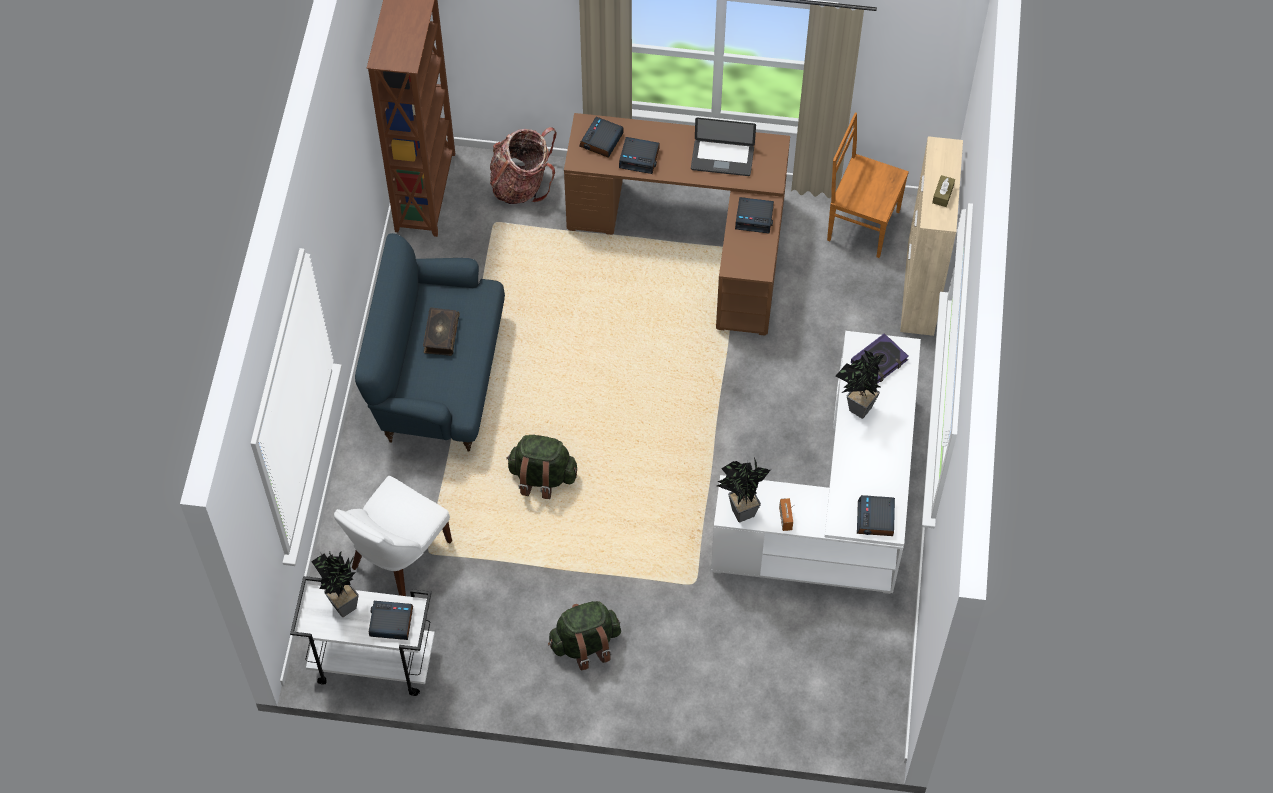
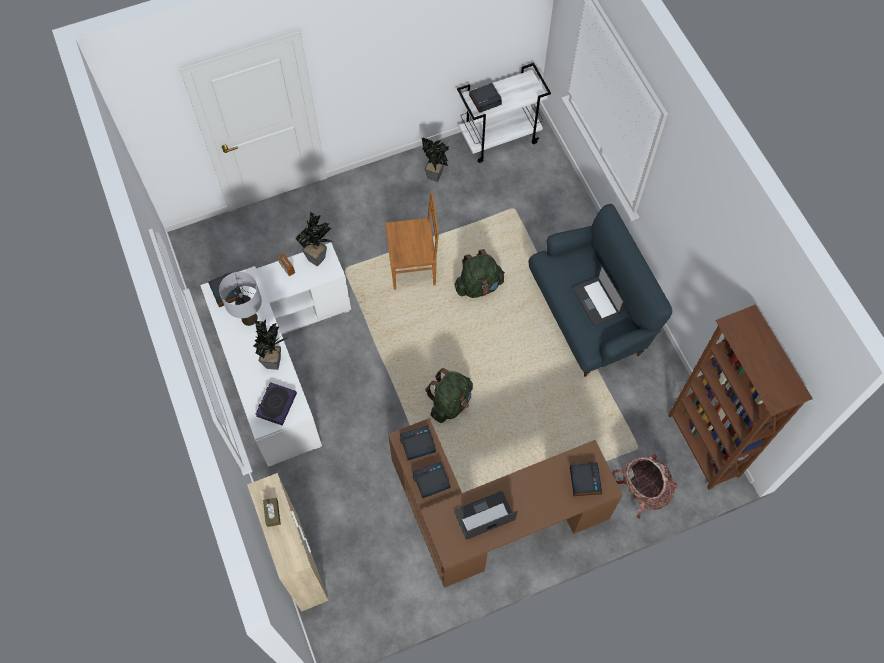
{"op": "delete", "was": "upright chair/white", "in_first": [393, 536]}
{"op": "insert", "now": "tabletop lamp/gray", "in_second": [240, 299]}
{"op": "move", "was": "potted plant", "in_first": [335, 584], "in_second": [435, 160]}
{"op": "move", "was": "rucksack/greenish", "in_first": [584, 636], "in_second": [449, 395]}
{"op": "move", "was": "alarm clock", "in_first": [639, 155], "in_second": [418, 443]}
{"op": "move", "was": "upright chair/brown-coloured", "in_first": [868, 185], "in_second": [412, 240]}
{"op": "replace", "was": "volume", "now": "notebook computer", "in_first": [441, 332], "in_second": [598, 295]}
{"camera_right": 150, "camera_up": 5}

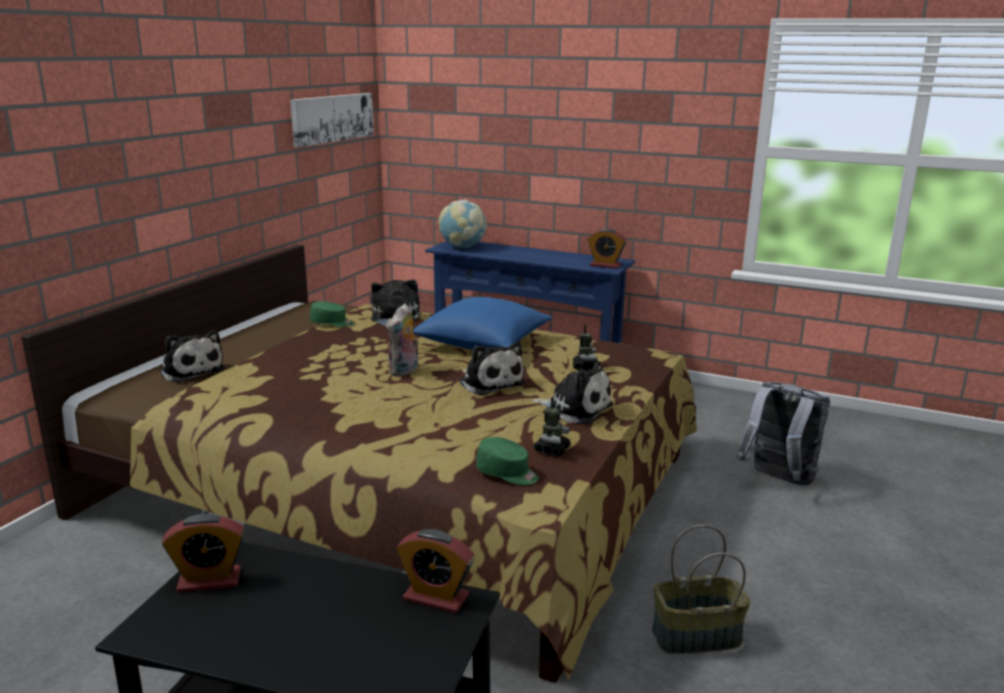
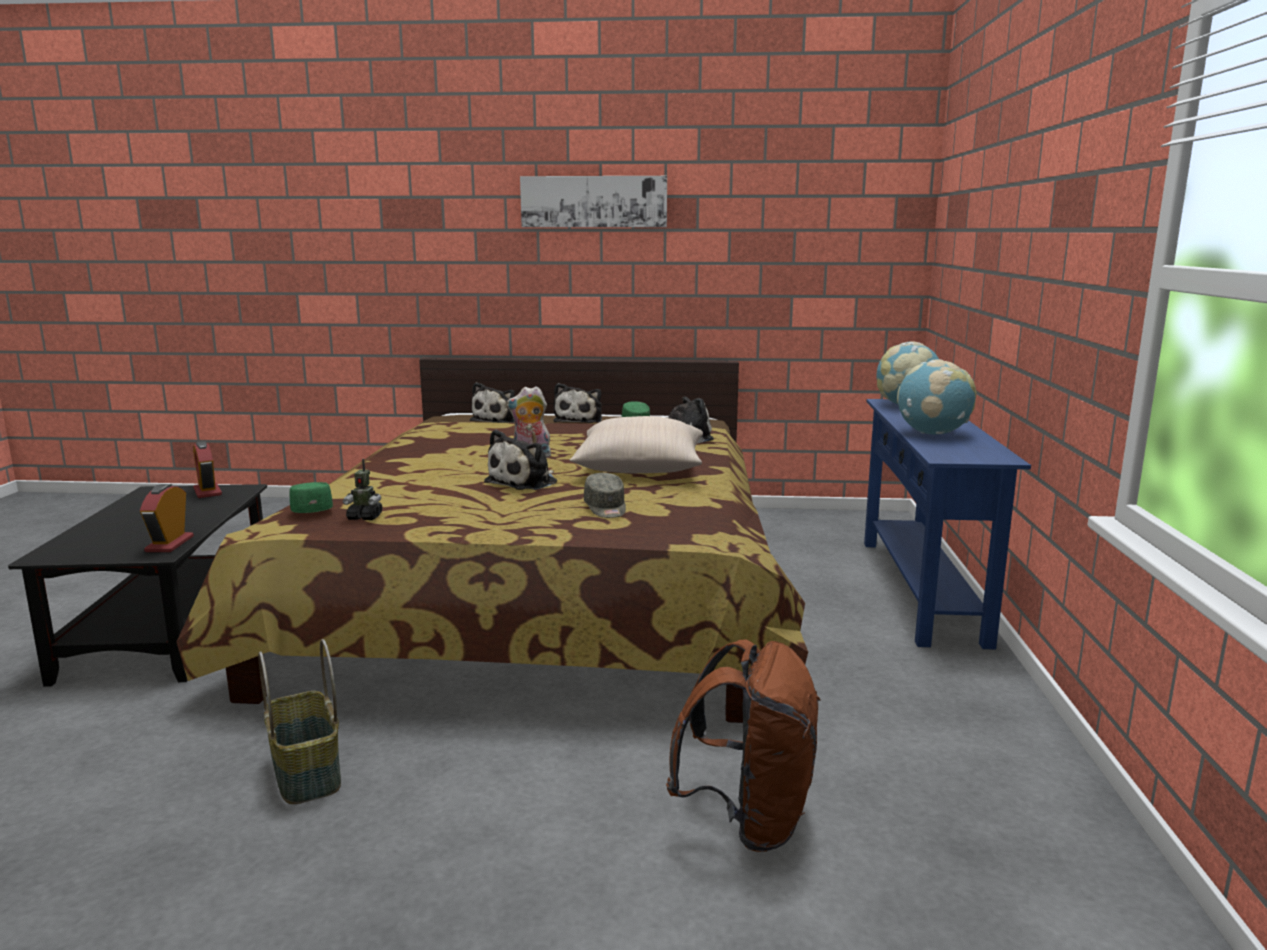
{"op": "delete", "was": "alarm clock", "in_first": [607, 248]}
{"op": "insert", "now": "world globe", "in_second": [937, 397]}
{"op": "move", "was": "wall art", "in_first": [332, 120], "in_second": [593, 201]}
{"op": "move", "was": "plush toy", "in_first": [572, 392], "in_second": [577, 403]}
{"op": "replace", "was": "toy robot", "now": "cap/gray", "in_first": [585, 348], "in_second": [605, 495]}
{"op": "recolor", "was": "cushion/blue", "now": "cushion/beige", "in_first": [482, 323], "in_second": [636, 444]}
{"op": "recolor", "was": "rucksack/gray", "now": "rucksack/brown-coloured", "in_first": [783, 434], "in_second": [743, 746]}
{"op": "rotate", "was": "cap/greenish", "in_first": [507, 461], "in_second": [311, 497], "clockwise": 150}
{"camera_right": 70, "camera_up": -5}

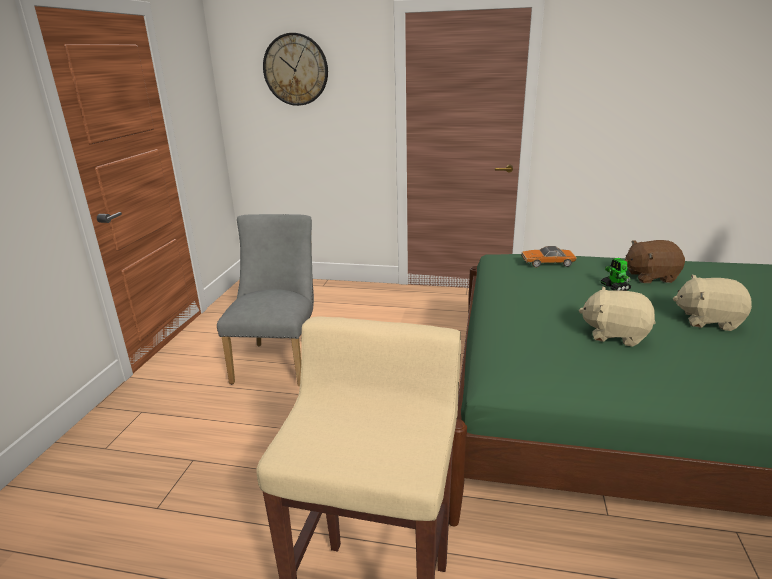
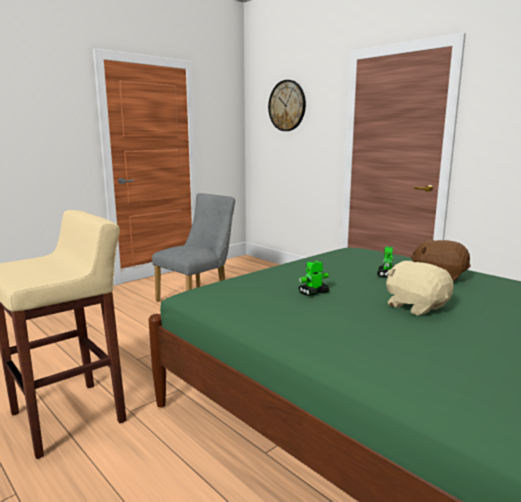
{"op": "delete", "was": "toy car", "in_first": [549, 256]}
{"op": "replace", "was": "plush toy/beige", "now": "toy robot", "in_first": [617, 316], "in_second": [314, 278]}
{"camera_right": 35, "camera_up": -10}

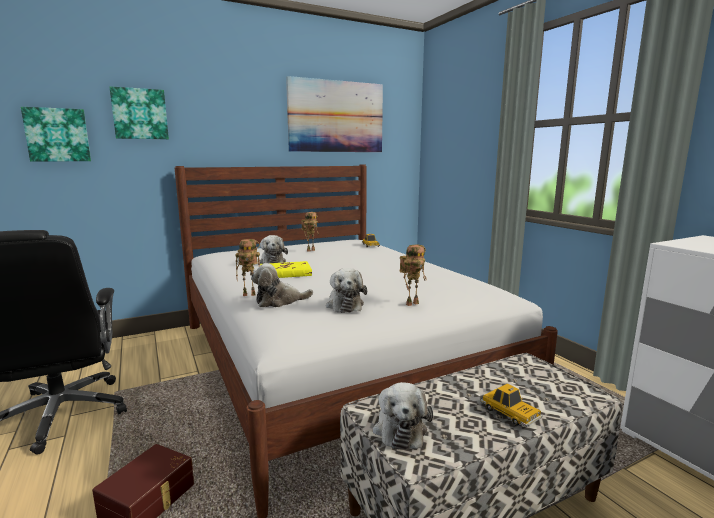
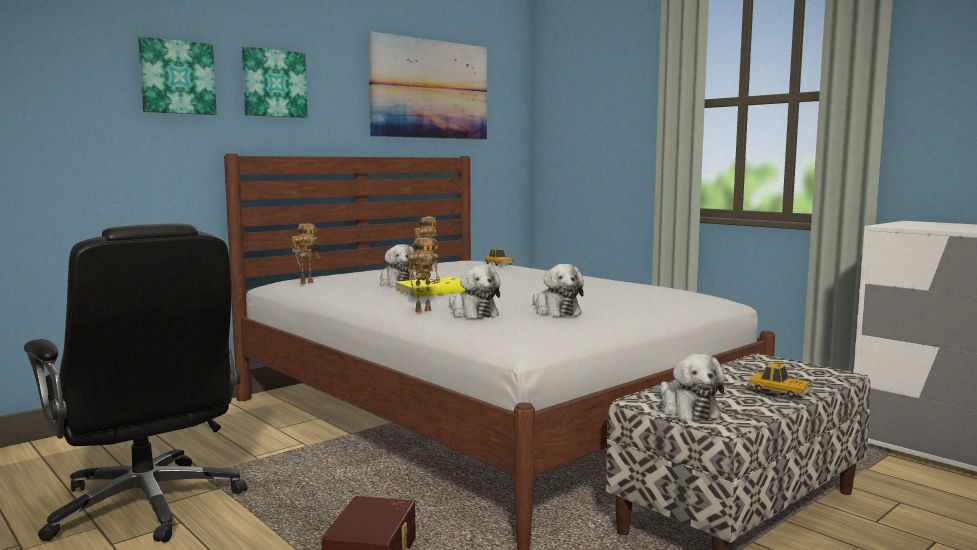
{"op": "move", "was": "wall art", "in_first": [56, 134], "in_second": [275, 82]}
{"op": "move", "was": "toy robot", "in_first": [413, 275], "in_second": [305, 254]}
{"op": "rotate", "was": "plush toy", "in_first": [282, 285], "in_second": [474, 292], "clockwise": -90}
{"camera_right": -15, "camera_up": -5}

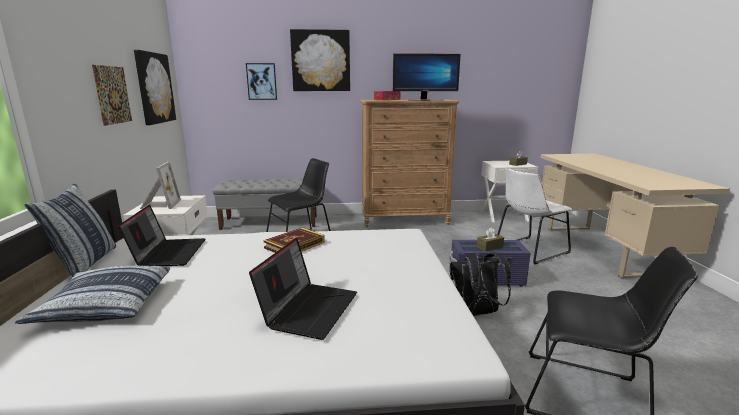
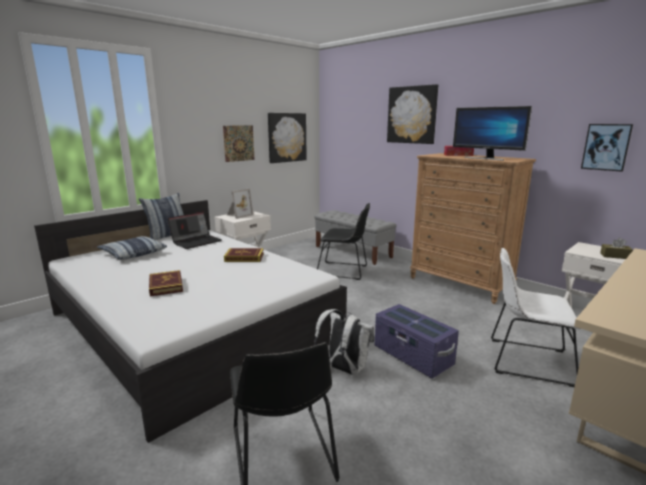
{"op": "delete", "was": "tissue box/brown-coloured", "in_first": [490, 239]}
{"op": "move", "was": "wall art", "in_first": [261, 81], "in_second": [607, 148]}
{"op": "replace", "was": "notebook computer", "now": "volume", "in_first": [303, 289], "in_second": [166, 283]}
{"op": "recolor", "was": "rucksack/black", "now": "rucksack/white", "in_first": [480, 284], "in_second": [344, 342]}
{"camera_right": 50, "camera_up": 0}

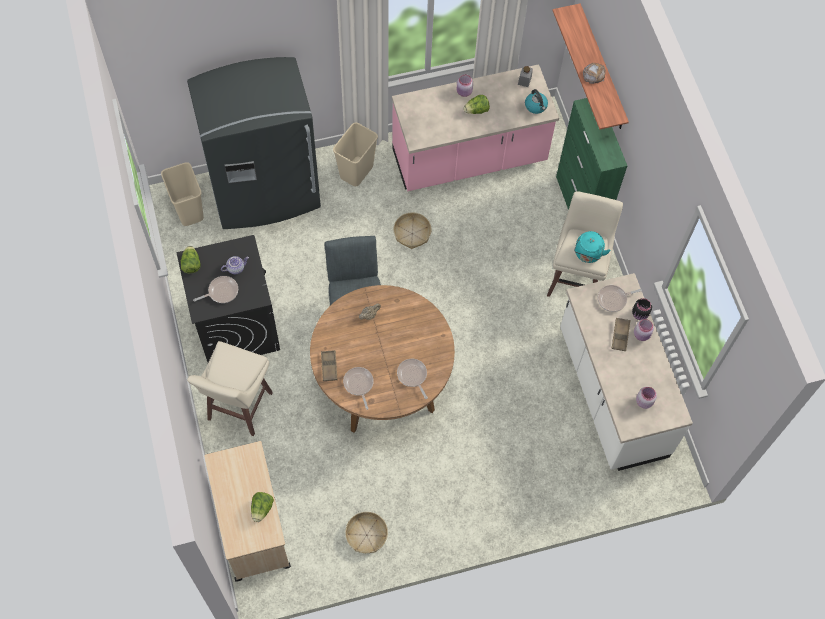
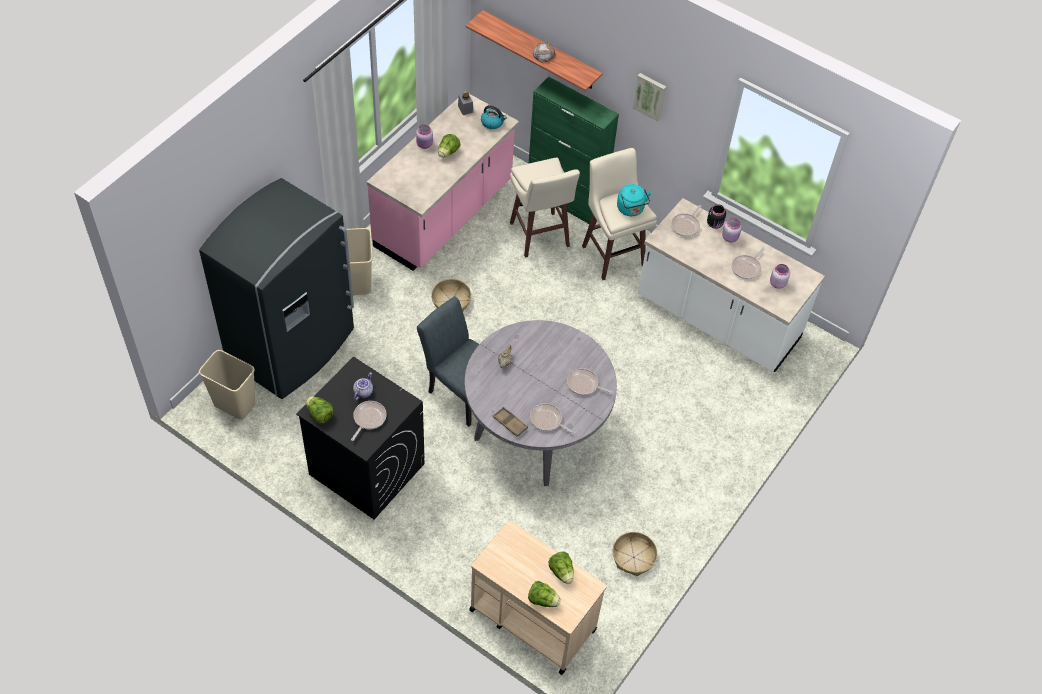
{"op": "delete", "was": "serving tray/brown-coloured", "in_first": [621, 334]}
{"op": "insert", "now": "lettuce", "in_second": [544, 594]}
{"op": "insert", "now": "wall art", "in_second": [649, 97]}
{"op": "insert", "now": "pan", "in_second": [748, 263]}
{"op": "move", "was": "stool seat/beige", "in_first": [230, 388], "in_second": [545, 207]}
{"op": "recolor", "was": "kitchen table/brown-coloured", "now": "kitchen table/gray", "in_first": [382, 359], "in_second": [541, 403]}
{"camera_right": -40, "camera_up": -10}

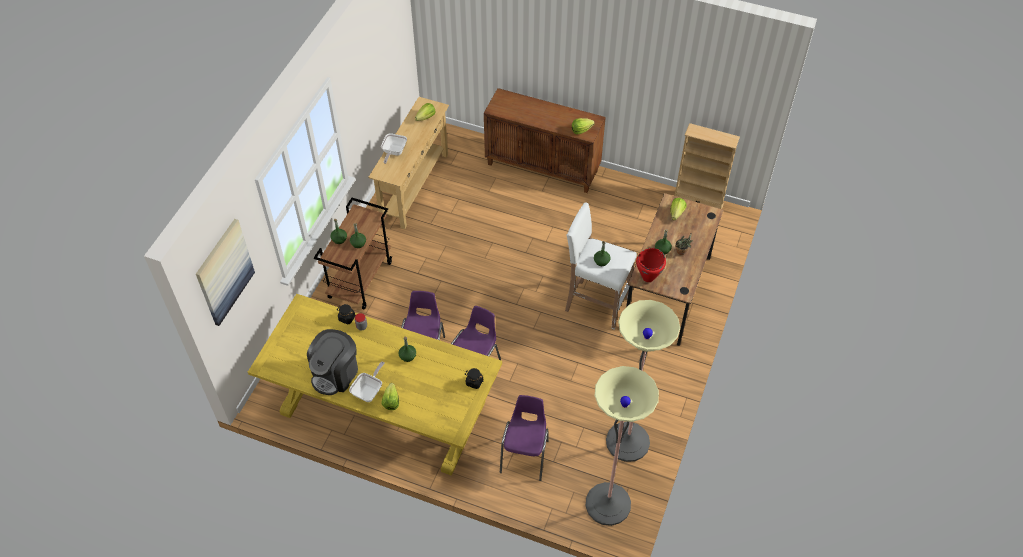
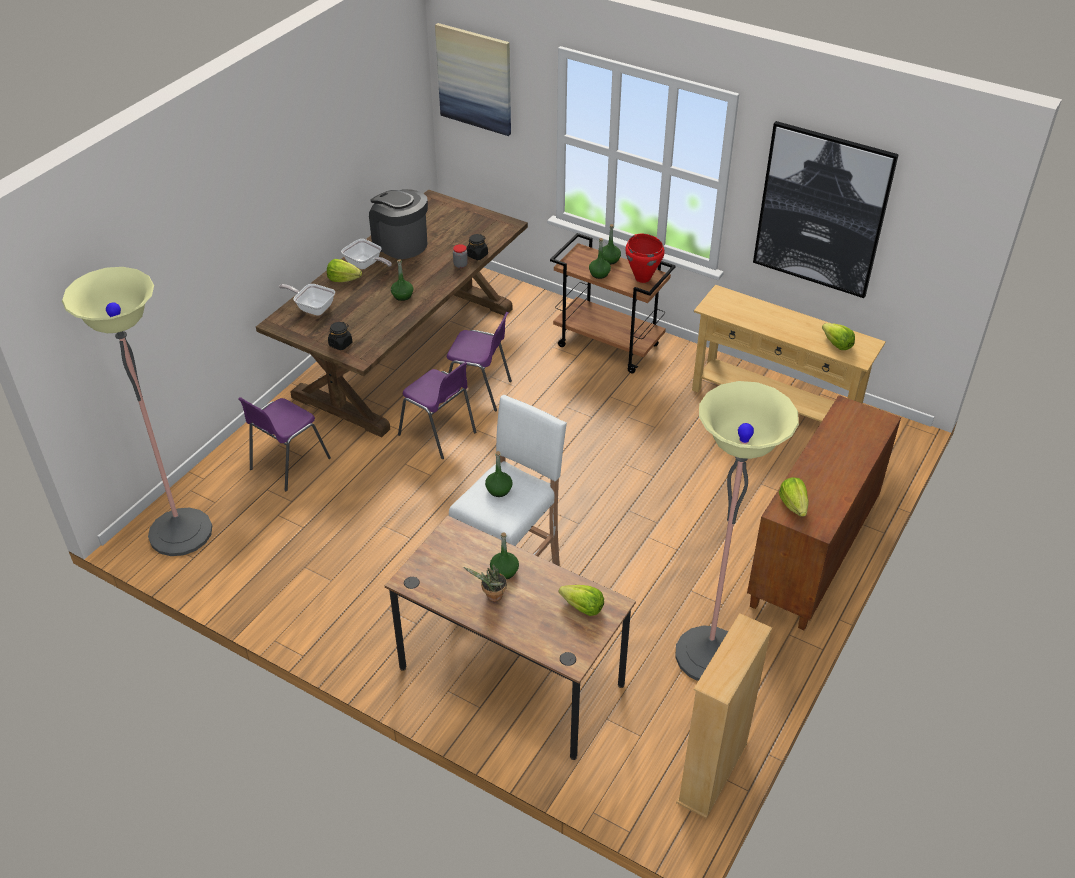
{"op": "insert", "now": "wall art", "in_second": [826, 209]}
{"op": "move", "was": "pan", "in_first": [394, 148], "in_second": [307, 300]}
{"op": "move", "was": "floor lamp", "in_first": [643, 381], "in_second": [737, 531]}
{"op": "move", "was": "saucepot/reddish", "in_first": [651, 265], "in_second": [645, 258]}
{"op": "recolor", "was": "kitchen table/yellowish", "now": "kitchen table/brown-coloured", "in_first": [375, 385], "in_second": [392, 313]}
{"op": "rotate", "was": "upright chair/purplish", "in_first": [524, 438], "in_second": [284, 444], "clockwise": 105}
{"camera_right": 100, "camera_up": -10}

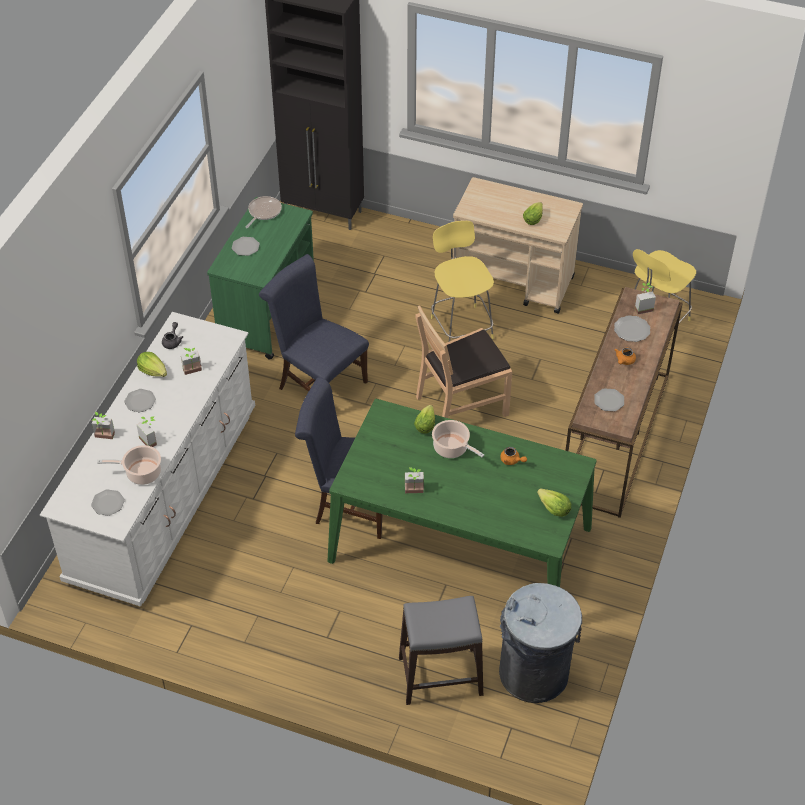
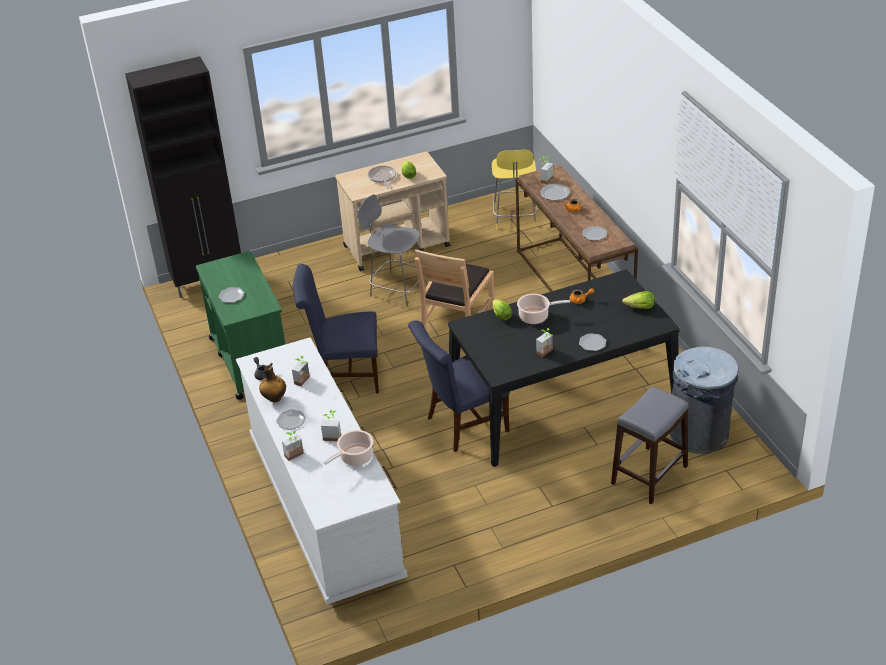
{"op": "move", "was": "dinner plate", "in_first": [108, 502], "in_second": [592, 342]}
{"op": "move", "was": "pan", "in_first": [264, 212], "in_second": [382, 177]}
{"op": "replace", "was": "lettuce", "now": "bottle", "in_first": [152, 364], "in_second": [272, 384]}
{"op": "recolor", "was": "kitchen table/greenish", "now": "kitchen table/black", "in_first": [462, 493], "in_second": [564, 368]}
{"op": "recolor", "was": "stool seat/yellowish", "now": "stool seat/gray", "in_first": [462, 281], "in_second": [392, 250]}
{"camera_right": -40, "camera_up": -10}

